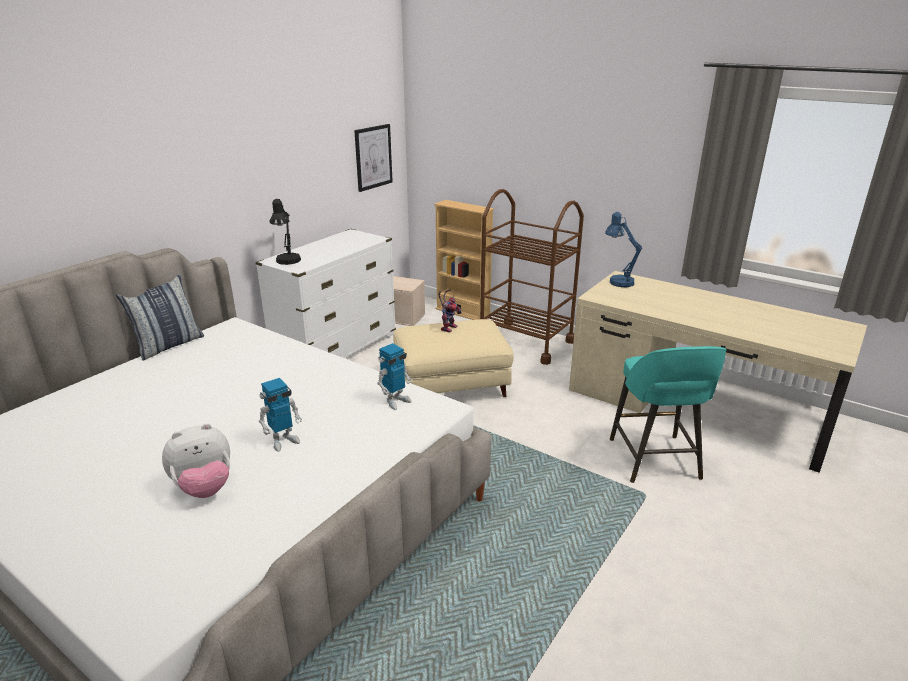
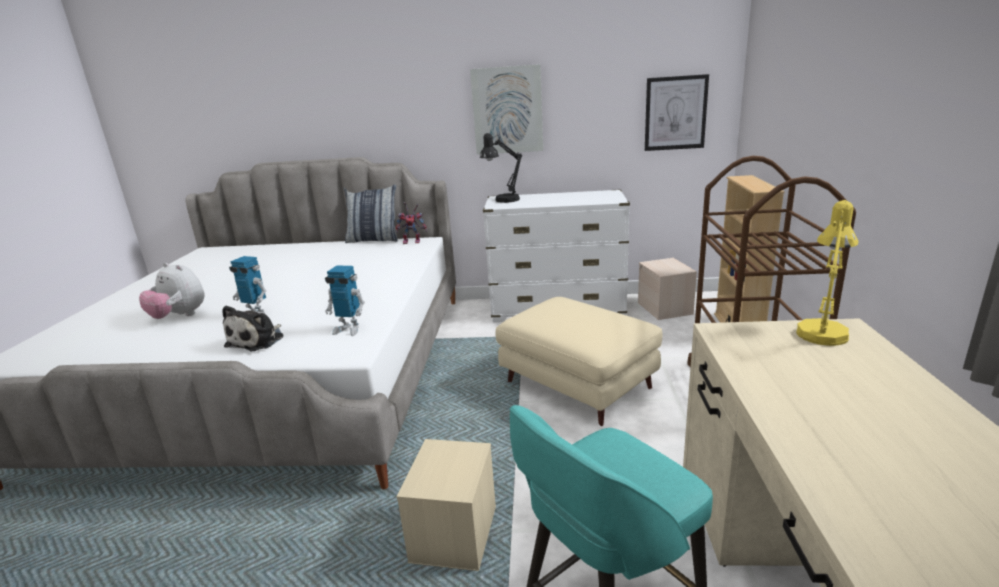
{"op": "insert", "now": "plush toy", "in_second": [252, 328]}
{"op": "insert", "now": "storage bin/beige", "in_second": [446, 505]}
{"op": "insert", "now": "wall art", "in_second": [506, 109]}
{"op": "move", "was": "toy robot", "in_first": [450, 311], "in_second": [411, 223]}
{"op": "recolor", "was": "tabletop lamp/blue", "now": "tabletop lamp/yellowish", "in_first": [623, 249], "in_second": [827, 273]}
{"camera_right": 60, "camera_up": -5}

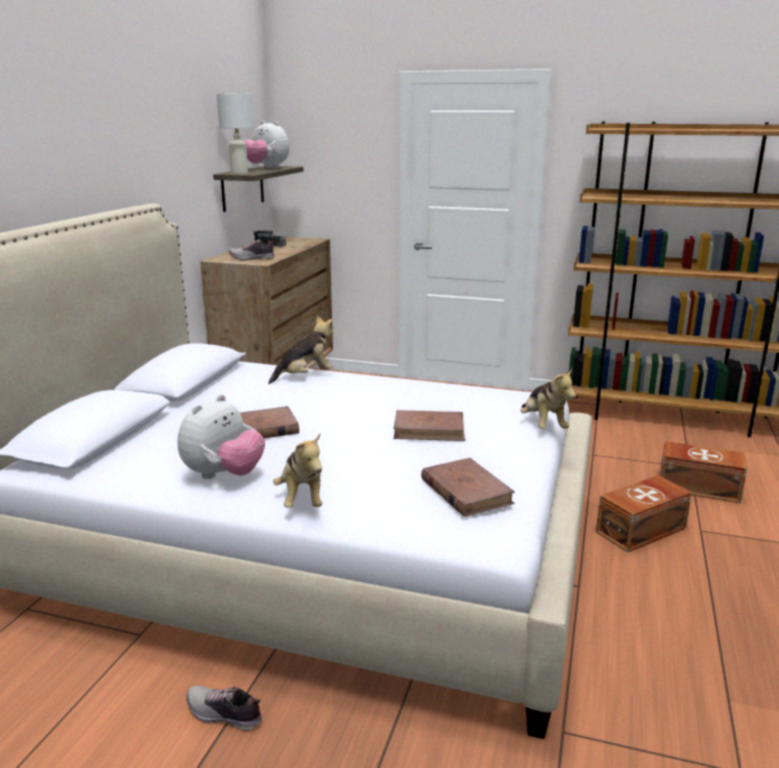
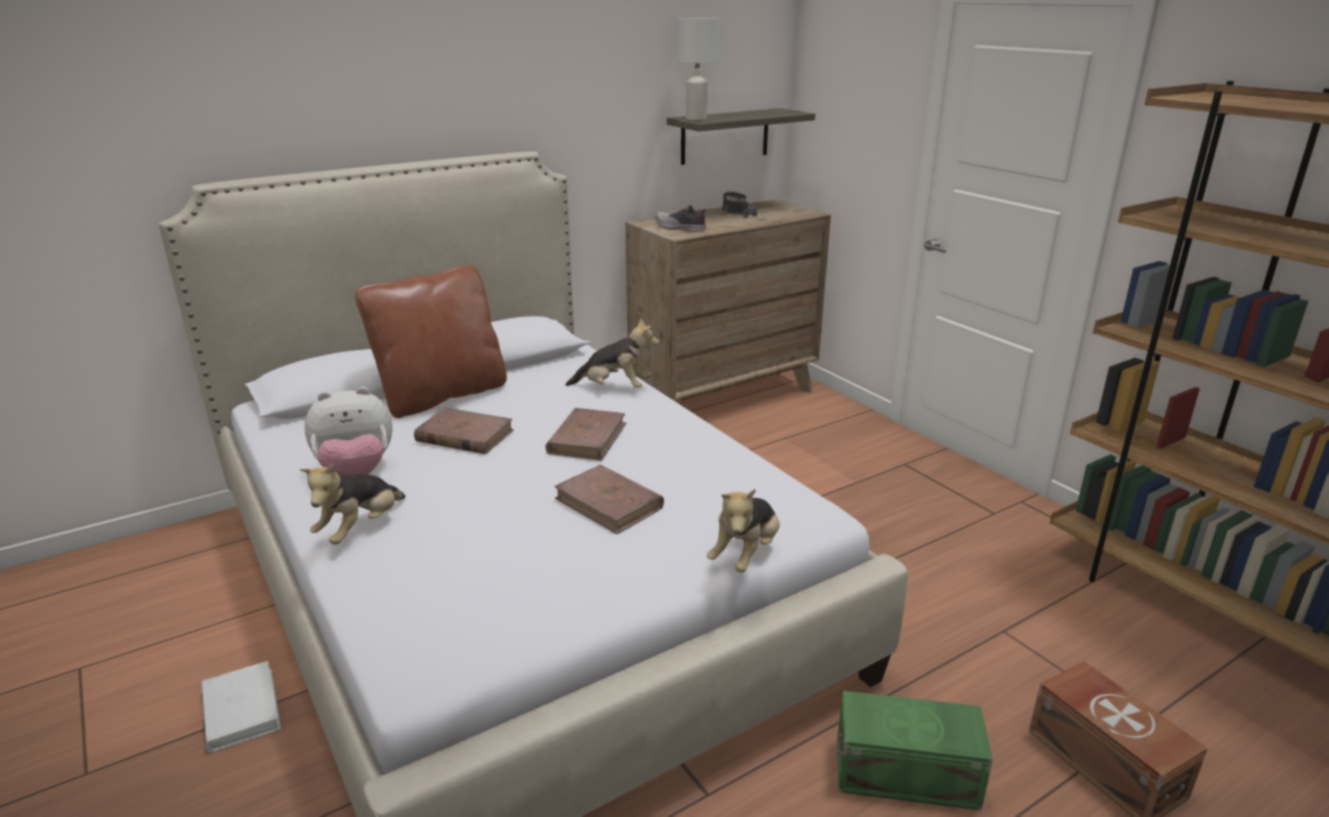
{"op": "delete", "was": "plush toy", "in_first": [266, 144]}
{"op": "insert", "now": "cushion/brown-coloured", "in_second": [431, 341]}
{"op": "move", "was": "volume/brown-coloured", "in_first": [468, 487], "in_second": [586, 434]}
{"op": "replace", "was": "shoe", "now": "volume/white", "in_first": [224, 708], "in_second": [241, 707]}
{"op": "recolor", "was": "storage bin/brown-coloured", "now": "storage bin/greenish", "in_first": [644, 513], "in_second": [915, 751]}
{"camera_right": 40, "camera_up": 5}

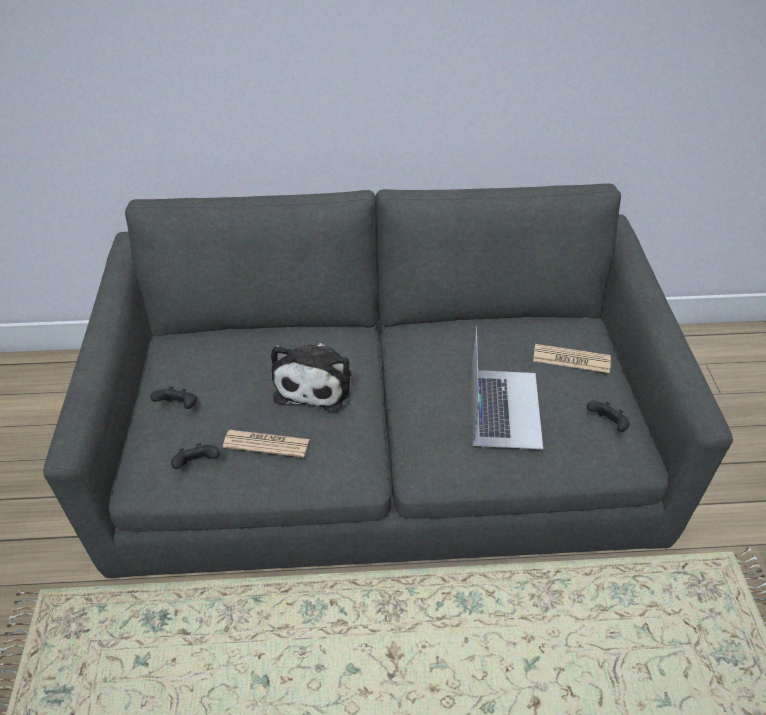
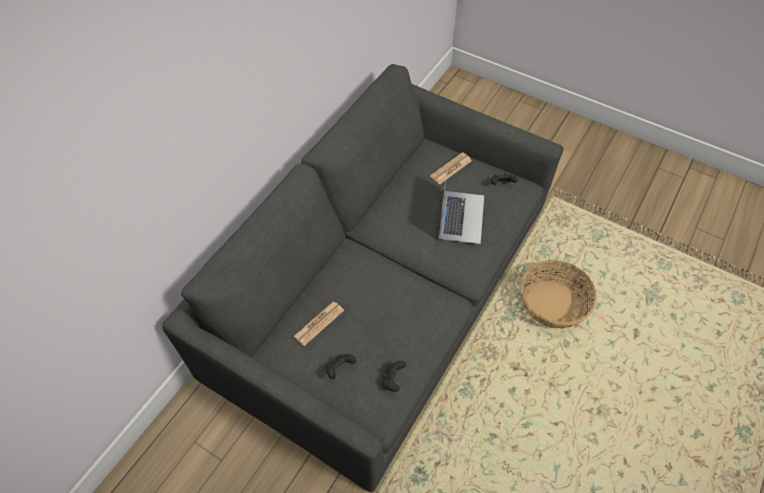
{"op": "delete", "was": "plush toy", "in_first": [311, 377]}
{"op": "insert", "now": "storage basket", "in_second": [558, 294]}
{"op": "move", "was": "daily paper", "in_first": [266, 444], "in_second": [318, 324]}
{"op": "rotate", "was": "notebook computer", "in_first": [507, 387], "in_second": [461, 205], "clockwise": 60}
{"camera_right": -55, "camera_up": 10}

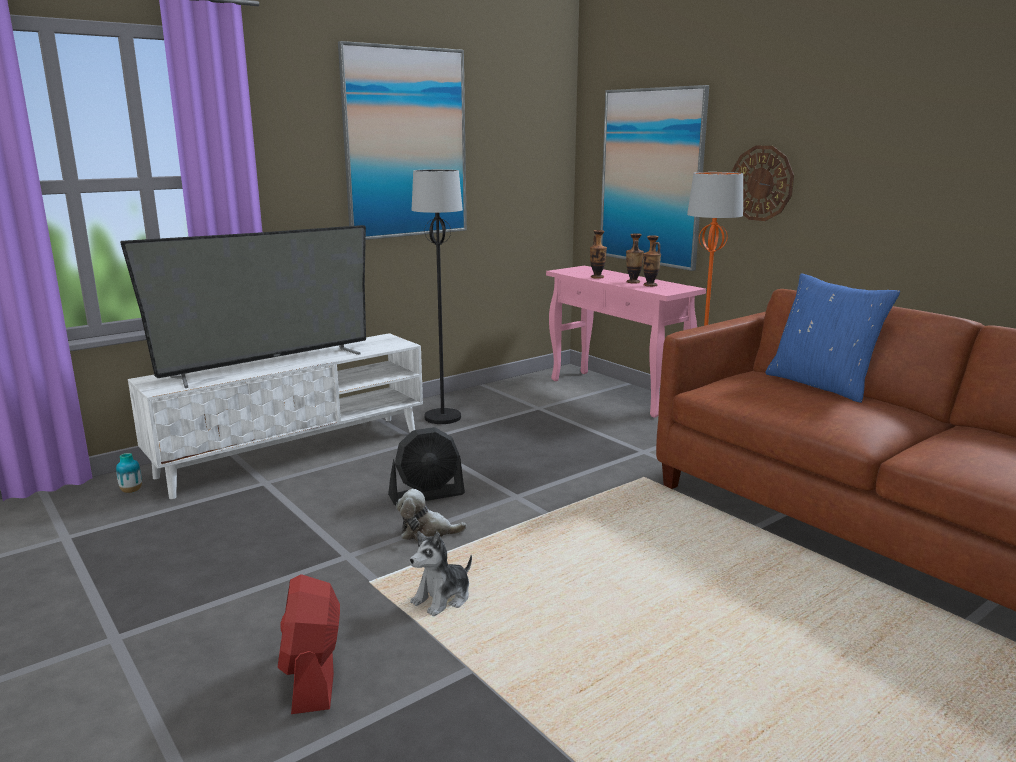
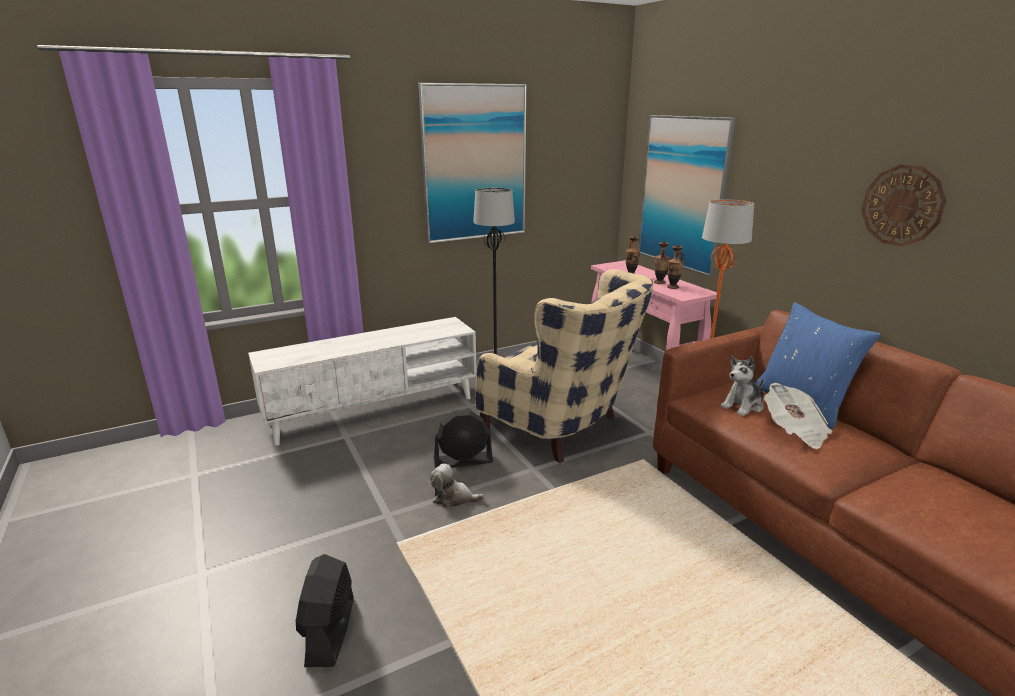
{"op": "delete", "was": "decorative vase", "in_first": [129, 473]}
{"op": "delete", "was": "TV set", "in_first": [243, 306]}
{"op": "insert", "now": "easy chair/beige", "in_second": [564, 366]}
{"op": "insert", "now": "daily paper", "in_second": [798, 416]}
{"op": "move", "was": "plush toy", "in_first": [441, 573], "in_second": [742, 386]}
{"op": "move", "was": "clock on the wall", "in_first": [762, 183], "in_second": [904, 205]}
{"op": "recolor", "was": "fan/reddish", "now": "fan/black", "in_first": [309, 644], "in_second": [324, 610]}
{"camera_right": 10, "camera_up": 5}

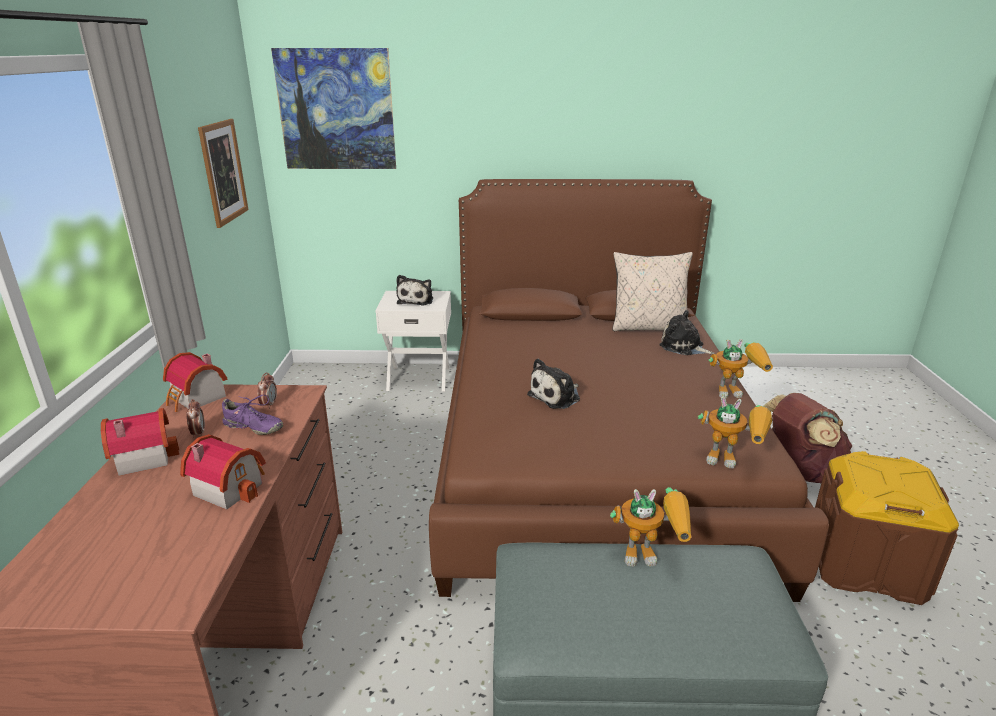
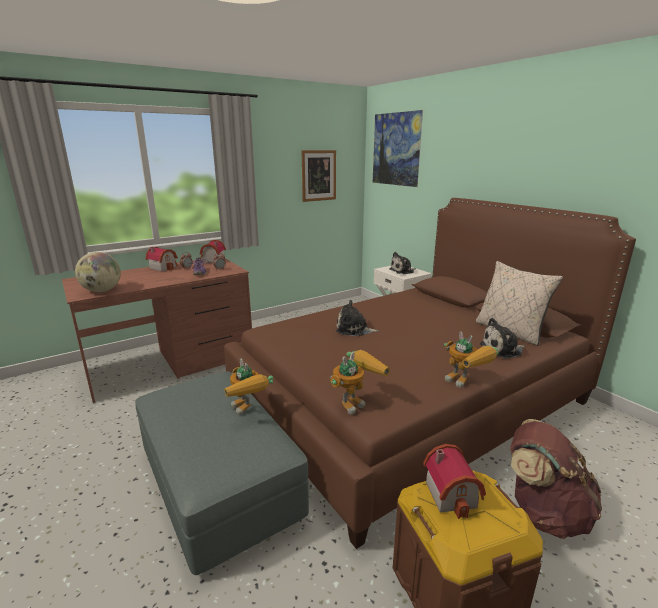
{"op": "insert", "now": "world globe", "in_second": [98, 272]}
{"op": "move", "was": "model house", "in_first": [223, 472], "in_second": [454, 481]}
{"op": "rotate", "was": "plush toy", "in_first": [687, 332], "in_second": [502, 338], "clockwise": -105}
{"op": "rotate", "was": "toy robot", "in_first": [735, 432], "in_second": [360, 382], "clockwise": -120}
{"camera_right": 55, "camera_up": -5}

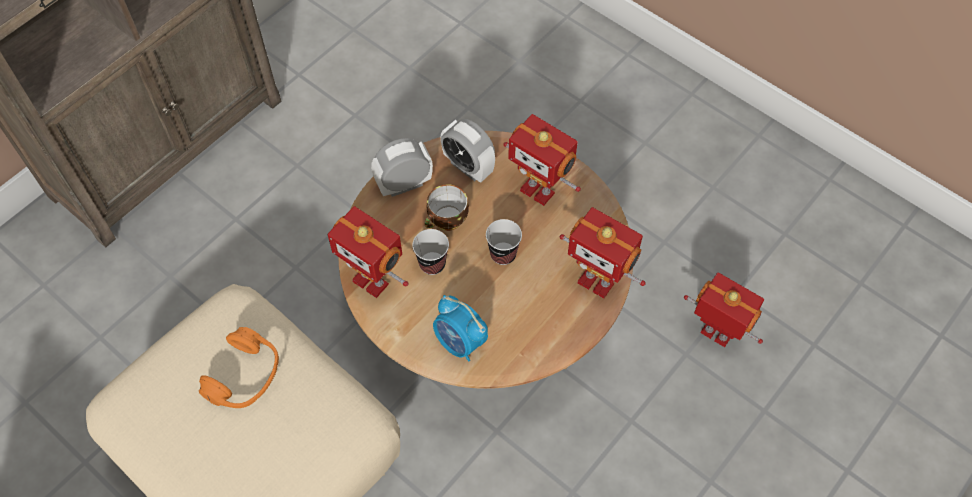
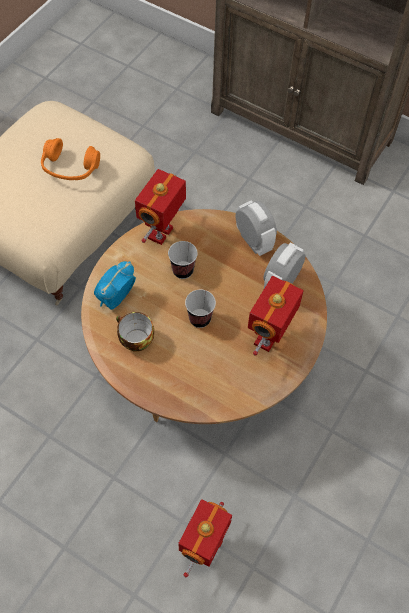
{"op": "delete", "was": "toy robot", "in_first": [603, 253]}
{"op": "move", "was": "drinking cup", "in_first": [446, 207], "in_second": [135, 332]}
{"camera_right": 80, "camera_up": 0}

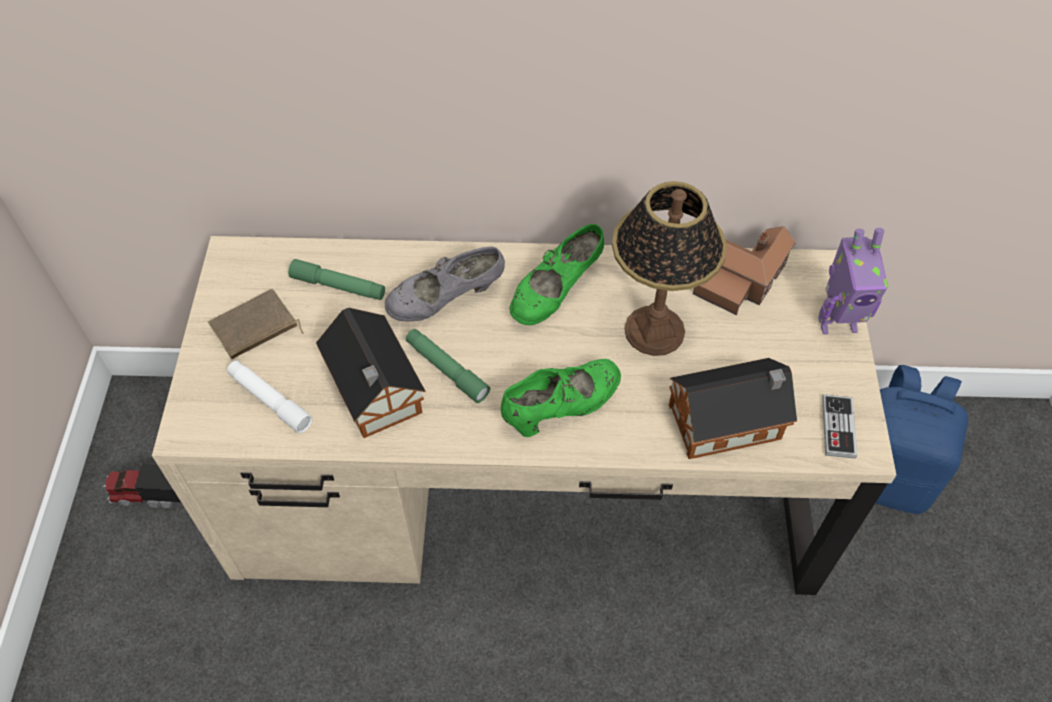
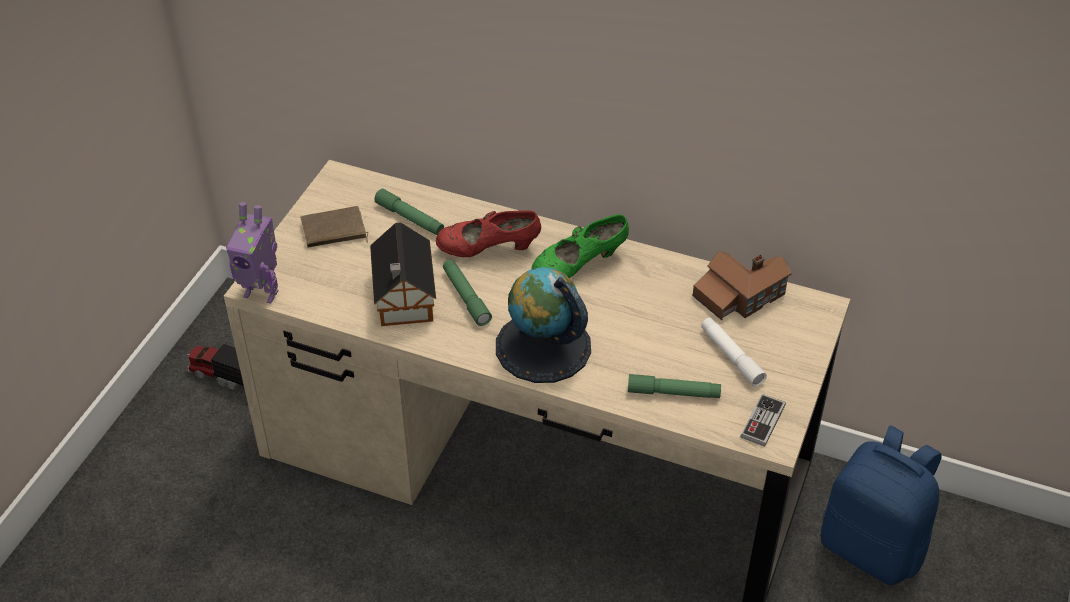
{"op": "delete", "was": "tabletop lamp", "in_first": [669, 268]}
{"op": "move", "was": "torch/white", "in_first": [270, 397], "in_second": [734, 352]}
{"op": "move", "was": "toy robot", "in_first": [853, 281], "in_second": [252, 252]}
{"op": "replace", "was": "shoe/greenish", "now": "world globe", "in_first": [561, 398], "in_second": [543, 325]}
{"op": "replace", "was": "model house", "now": "torch/greenish", "in_first": [733, 408], "in_second": [674, 386]}
{"op": "recolor", "was": "shoe/gray", "now": "shoe/reddish", "in_first": [445, 283], "in_second": [488, 233]}
{"camera_right": 20, "camera_up": -10}

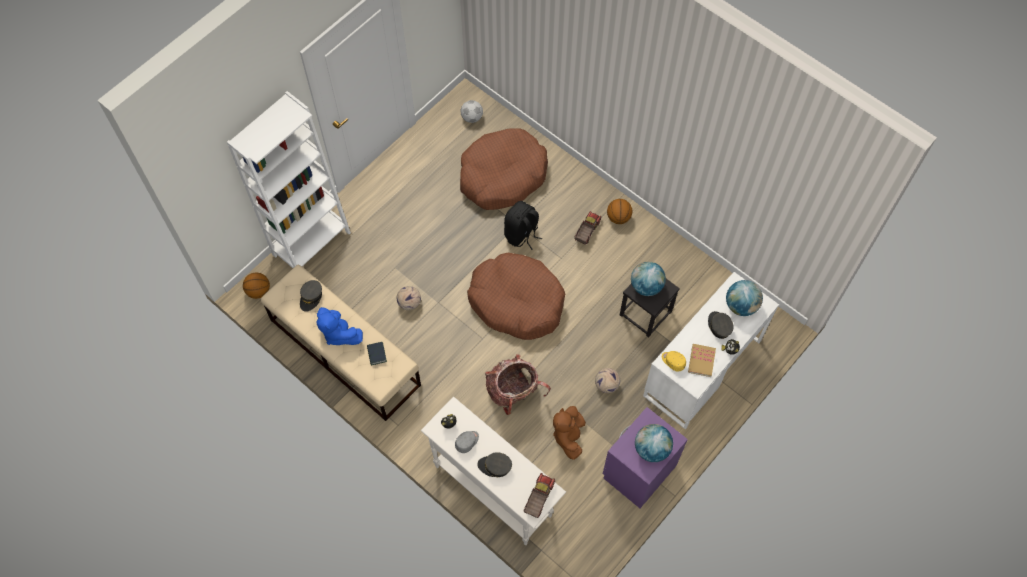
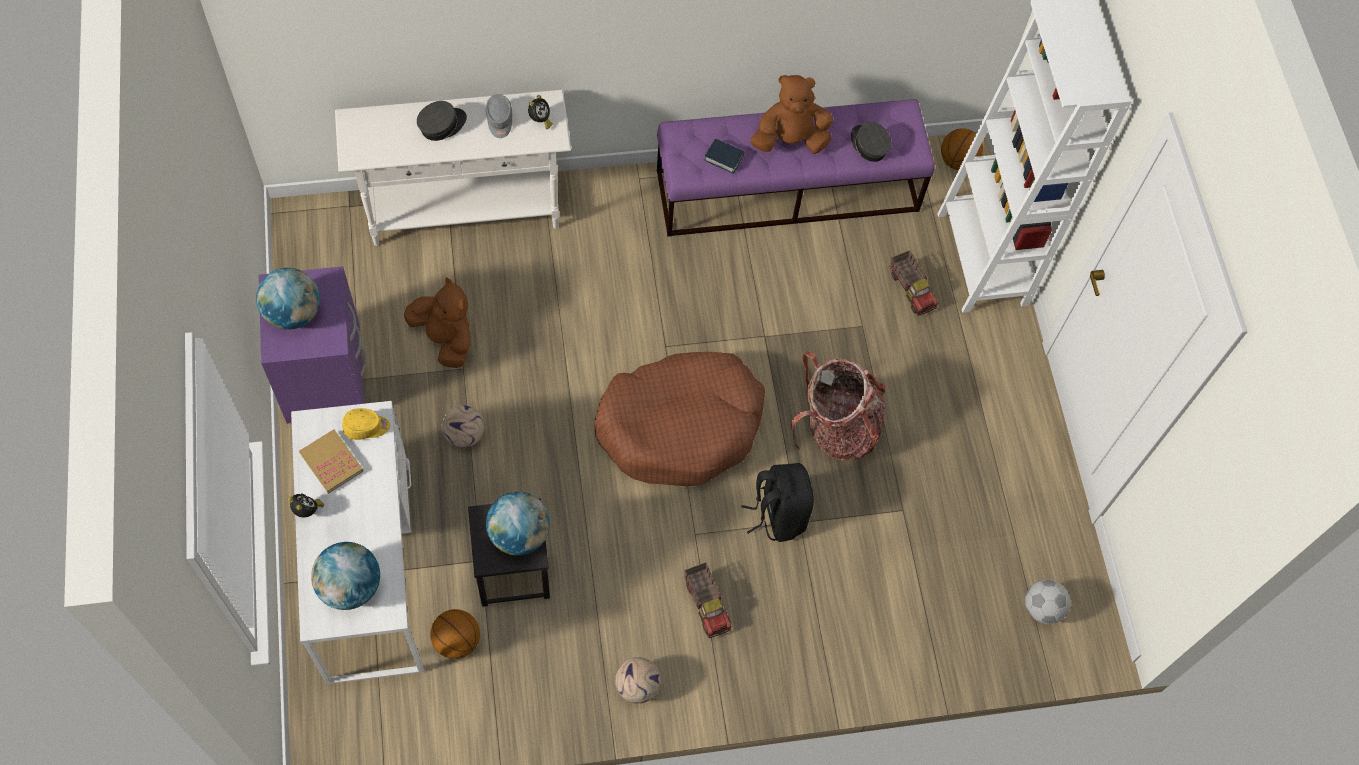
{"op": "delete", "was": "pet bed/brown-coloured", "in_first": [504, 169]}
{"op": "delete", "was": "cap/gray", "in_first": [721, 325]}
{"op": "move", "was": "ball for football", "in_first": [408, 298], "in_second": [638, 680]}
{"op": "move", "was": "rucksack", "in_first": [518, 384], "in_second": [838, 406]}
{"op": "move", "was": "toy lorry", "in_first": [539, 495], "in_second": [914, 283]}
{"op": "move", "was": "basketball", "in_first": [619, 211], "in_second": [455, 634]}
{"op": "recolor", "was": "indoor bench/beige", "now": "indoor bench/purplish", "in_first": [341, 343], "in_second": [796, 168]}
{"op": "recolor", "was": "plush toy/blue", "now": "plush toy/brown-coloured", "in_first": [340, 326], "in_second": [791, 114]}
{"camera_right": 125, "camera_up": 0}

